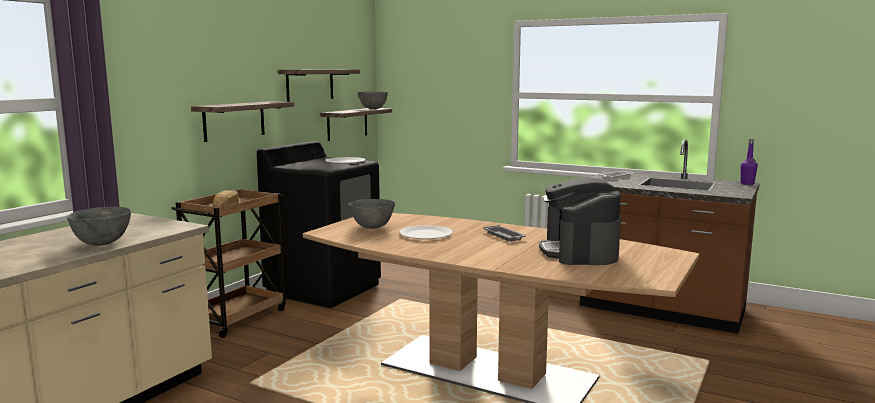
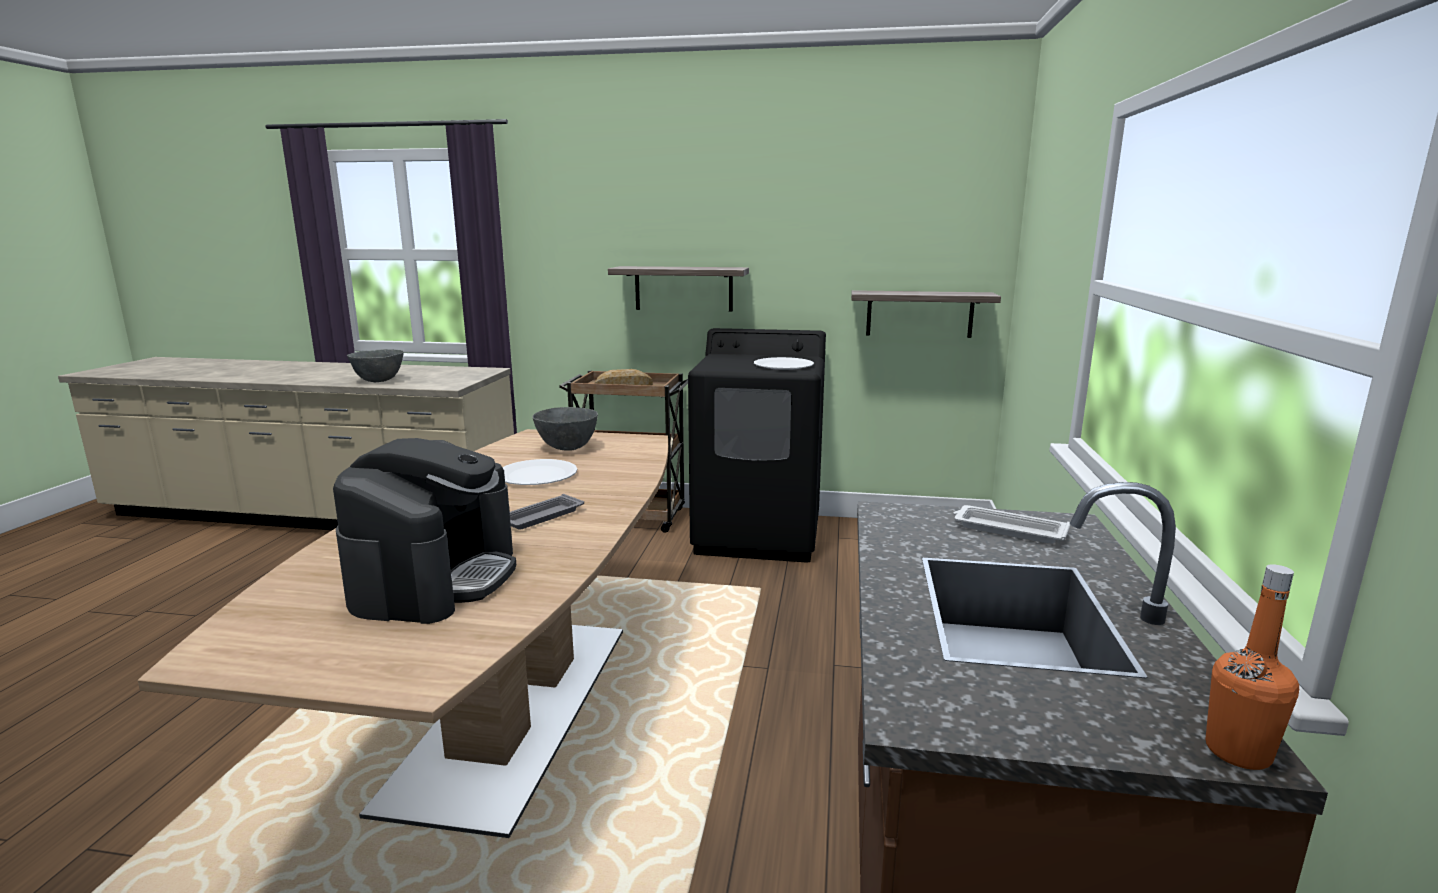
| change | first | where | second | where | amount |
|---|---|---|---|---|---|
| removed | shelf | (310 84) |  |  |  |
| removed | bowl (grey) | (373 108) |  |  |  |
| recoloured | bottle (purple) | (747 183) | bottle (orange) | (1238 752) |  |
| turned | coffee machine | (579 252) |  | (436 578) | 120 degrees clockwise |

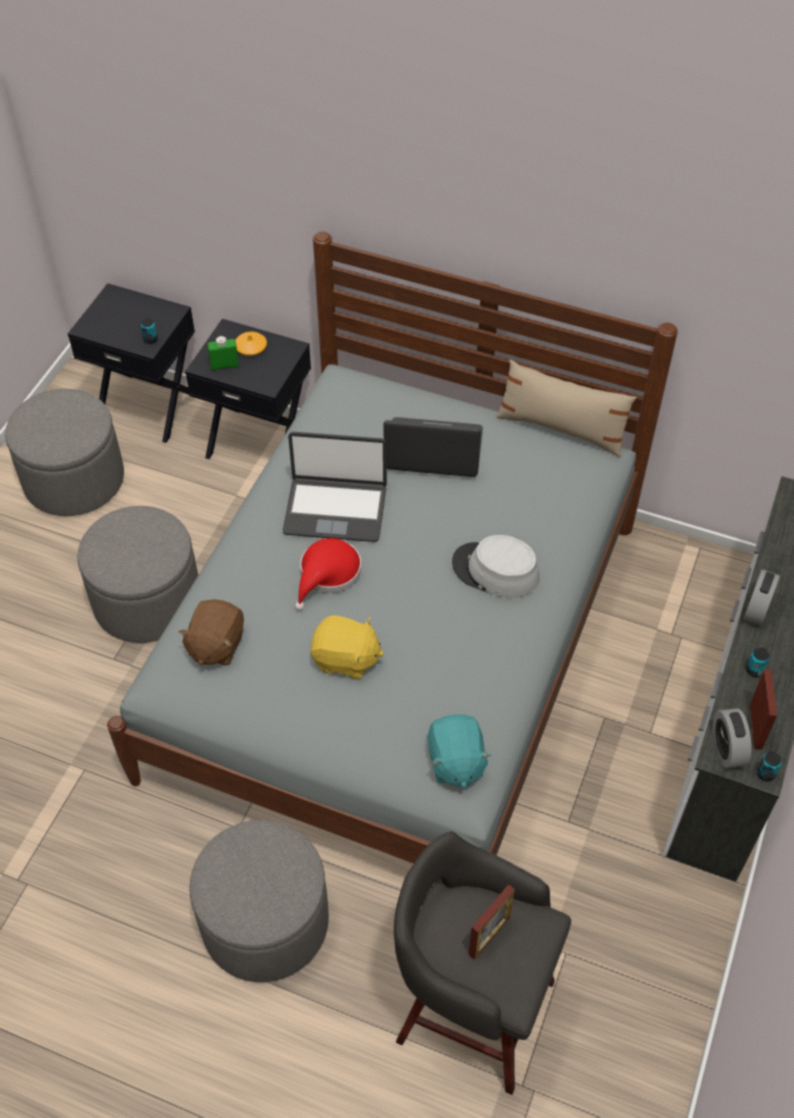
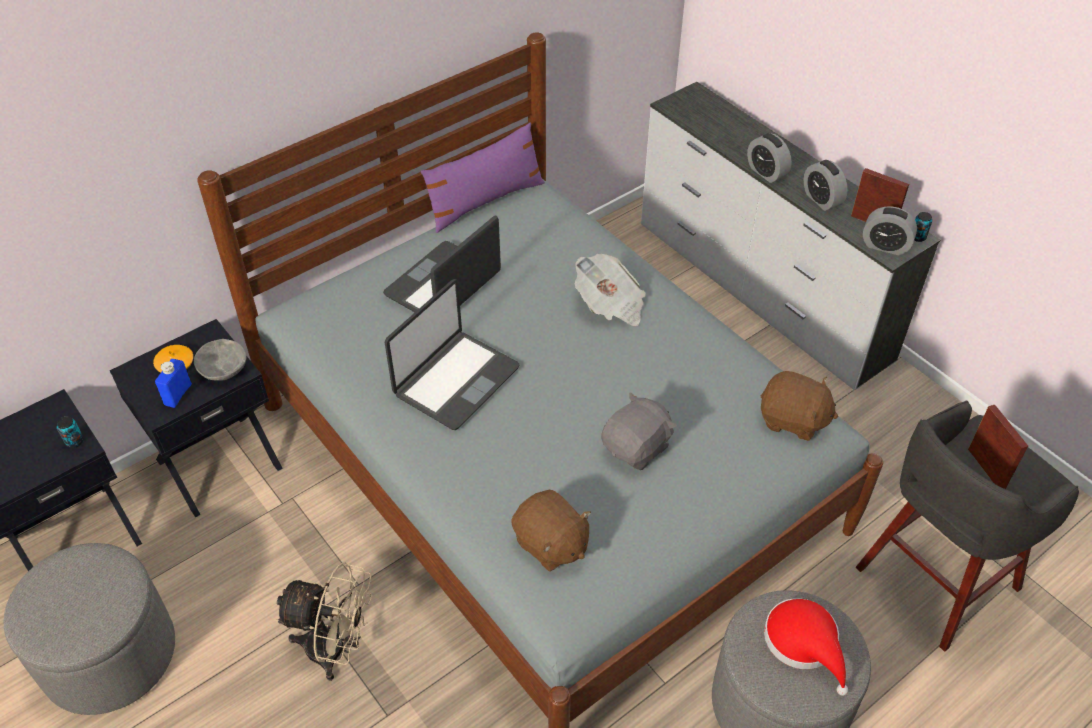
| change | first | where | second | where | amount |
|---|---|---|---|---|---|
| added |  |  | bowl (grey) | (223 369) |  |
| moved | hat (red) | (328 574) |  | (804 643) |  |
| replaced | ottoman (grey) | (147 600) | fan (beige) | (336 649) |  |
| replaced | hat (grey) | (495 571) | newspaper | (610 305) |  |
| replaced | can | (754 670) | alarm clock | (821 199) |  |
| recoloured | bottle (green) | (224 365) | bottle (blue) | (178 394) |  |
| recoloured | plush toy (yellow) | (346 659) | plush toy (grey) | (637 447) |  |
| recoloured | plush toy (turquoise) | (455 762) | plush toy (brown) | (793 420) |  |
| recoloured | pillow (beige) | (561 429) | pillow (purple) | (485 201) |  |

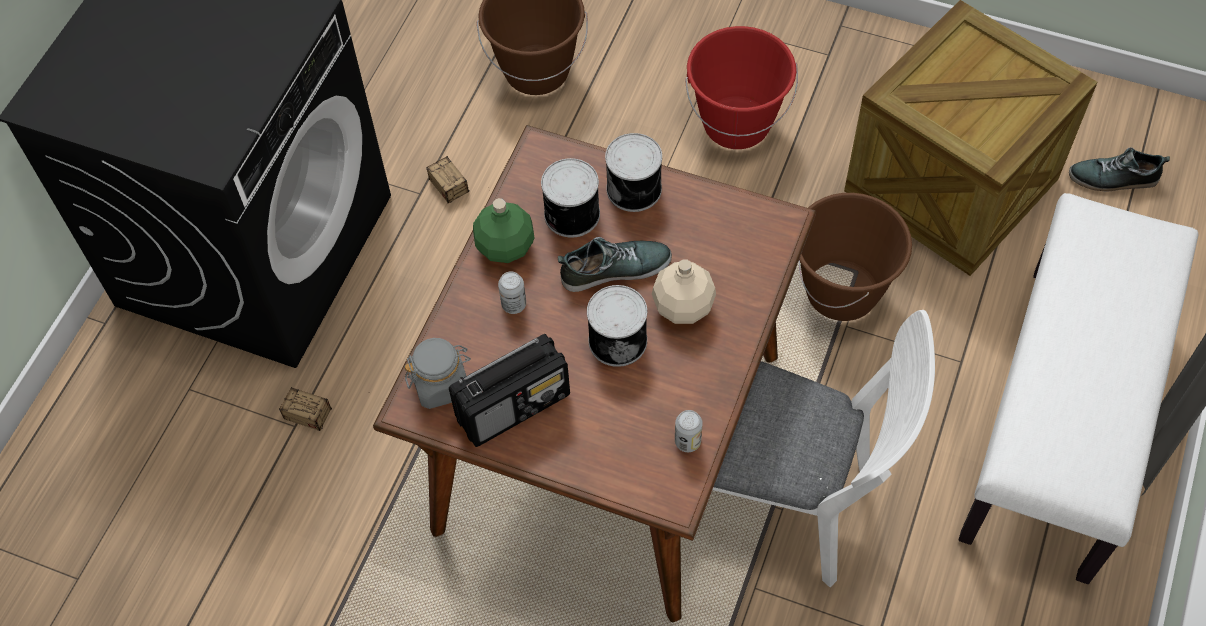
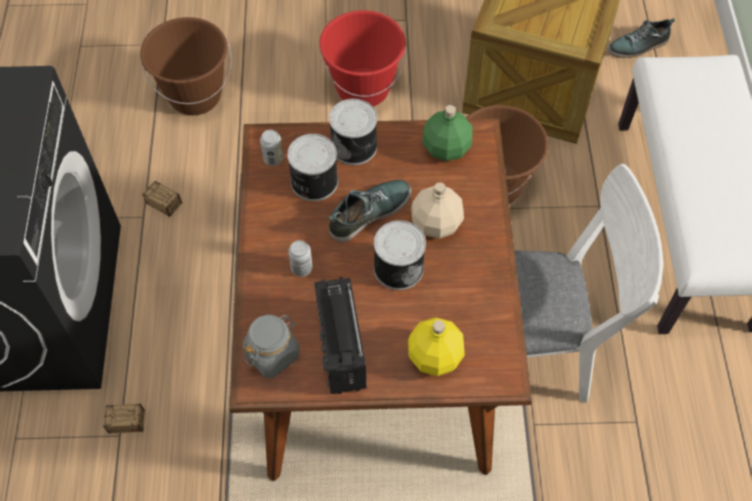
| change | first | where | second | where | amount |
|---|---|---|---|---|---|
| added |  |  | bottle (yellow) | (435 356) |  |
| moved | bottle (green) | (504 246) |  | (445 148) |  |
| moved | can | (687 441) |  | (273 159) |  |
| turned | radio | (514 406) |  | (341 350) | 135 degrees clockwise |

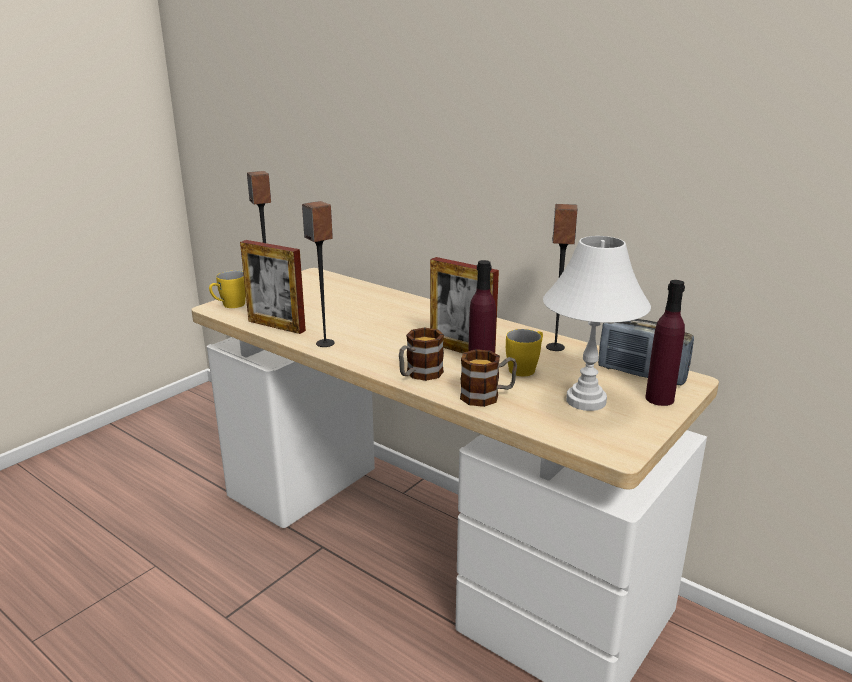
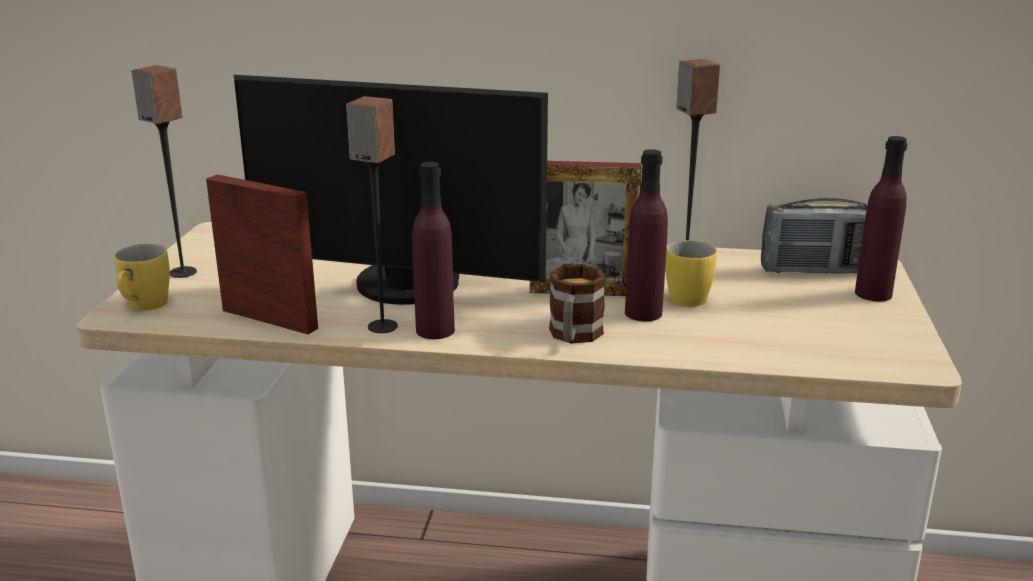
| change | first | where | second | where | amount |
|---|---|---|---|---|---|
| removed | mug | (487 396) |  |  |  |
| removed | table lamp (white) | (586 401) |  |  |  |
| added |  |  | monitor | (404 288) |  |
| added |  |  | bottle (purple) | (435 330) |  |
| turned | picture frame | (276 326) |  | (269 319) | 150 degrees counterclockwise |

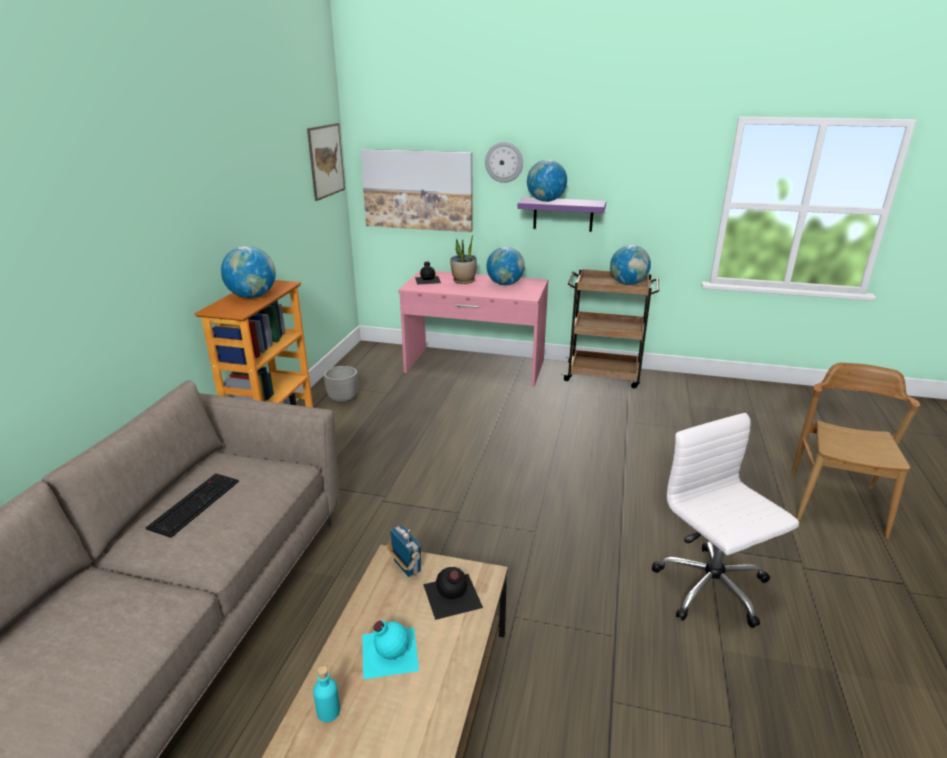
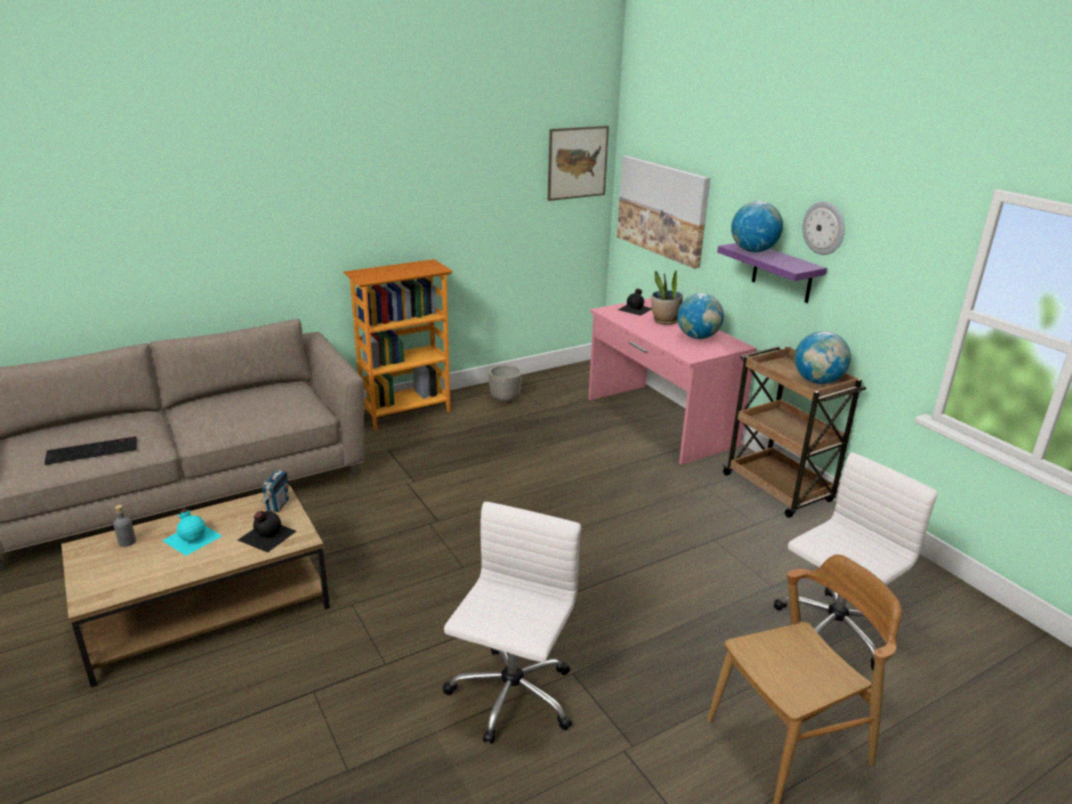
| change | first | where | second | where | amount |
|---|---|---|---|---|---|
| removed | globe | (252 296) |  |  |  |
| added |  |  | office chair (white) | (832 631) |  |
| moved | keyboard | (194 503) |  | (93 450) |  |
| moved | wall clock | (504 162) |  | (824 228) |  |
| recoloured | bottle (turquoise) | (328 712) | bottle (grey) | (127 542) |  |

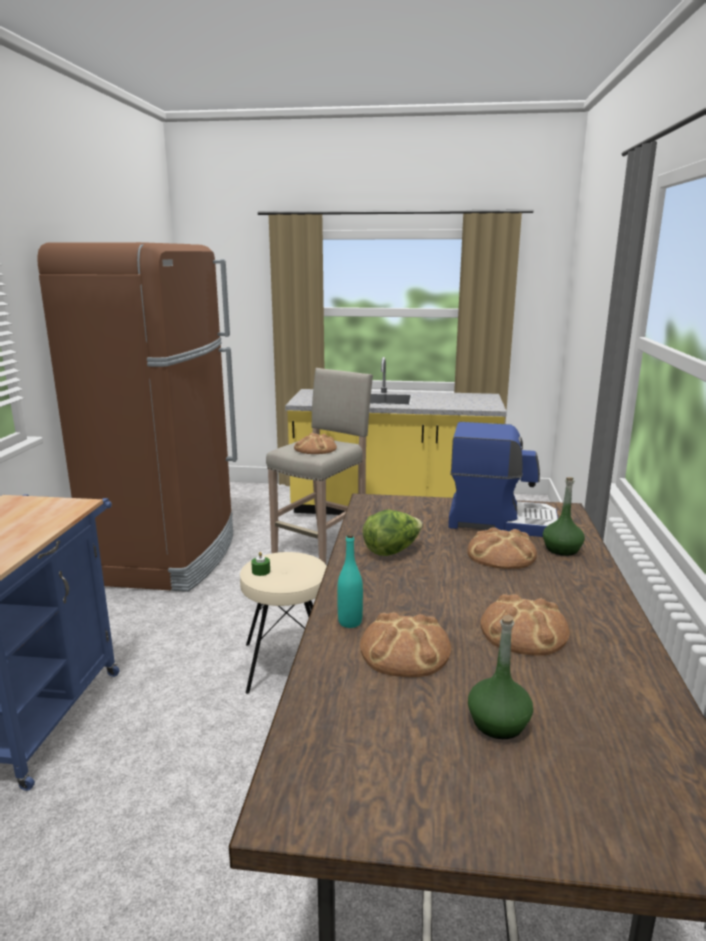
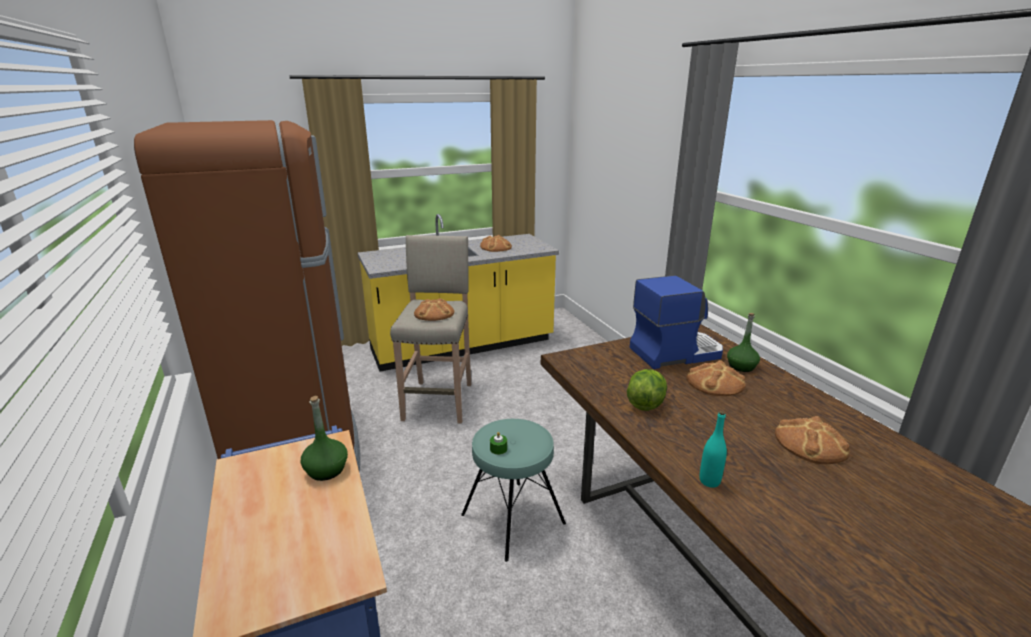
| change | first | where | second | where | amount |
|---|---|---|---|---|---|
| moved | bread | (405 650) |  | (496 247) |  |
| moved | bottle (green) | (498 723) |  | (326 470) |  |
| recoloured | stool (beige) | (288 663) | stool (turquoise) | (513 519) |  |

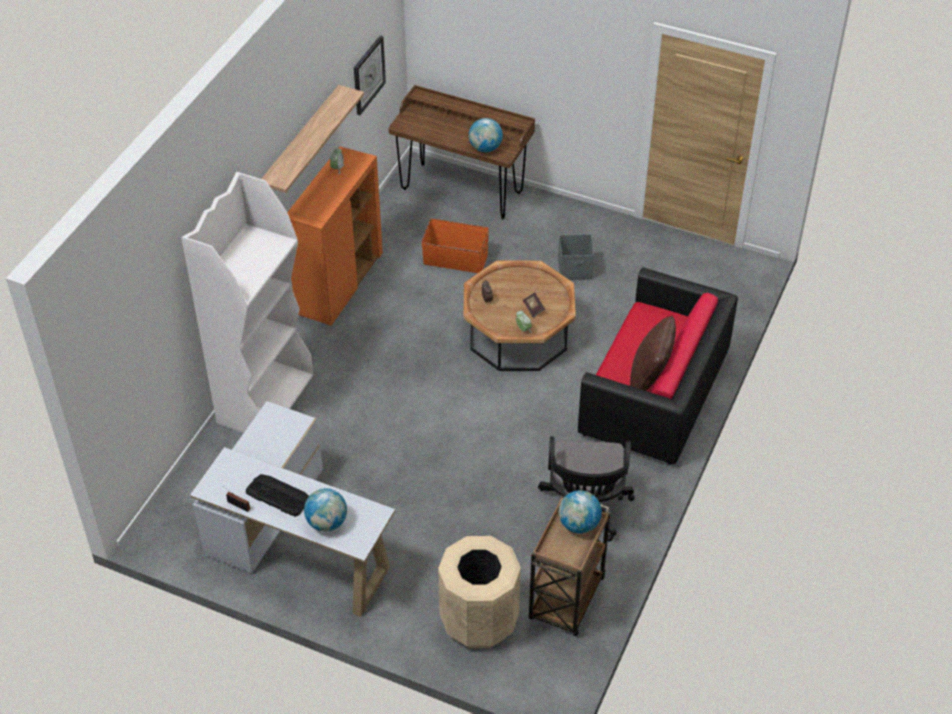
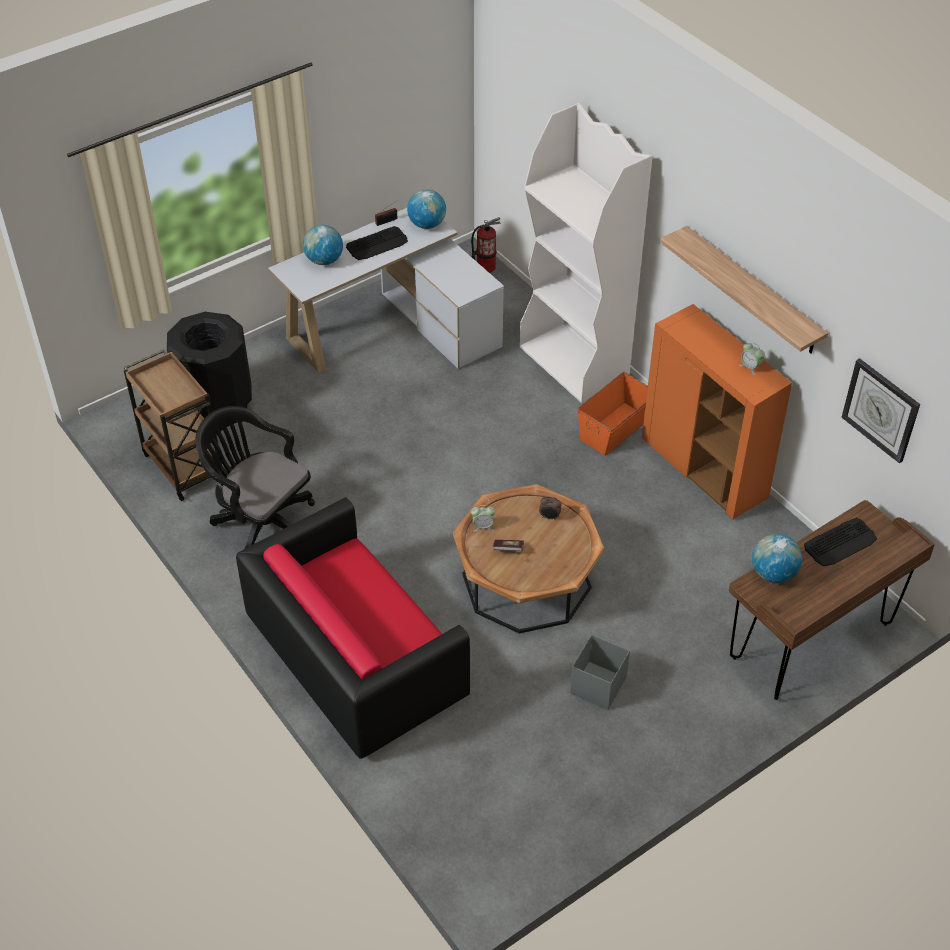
| change | first | where | second | where | amount |
|---|---|---|---|---|---|
| removed | pillow (brown) | (650 377) |  |  |  |
| added |  |  | fire extinguisher | (485 267) |  |
| added |  |  | keyboard | (840 543) |  |
| moved | storage box (orange) | (455 259) |  | (615 428) |  |
| moved | globe | (578 524) |  | (427 224) |  |
| recoloured | trash can (beige) | (479 621) | trash can (black) | (216 403) |  |

